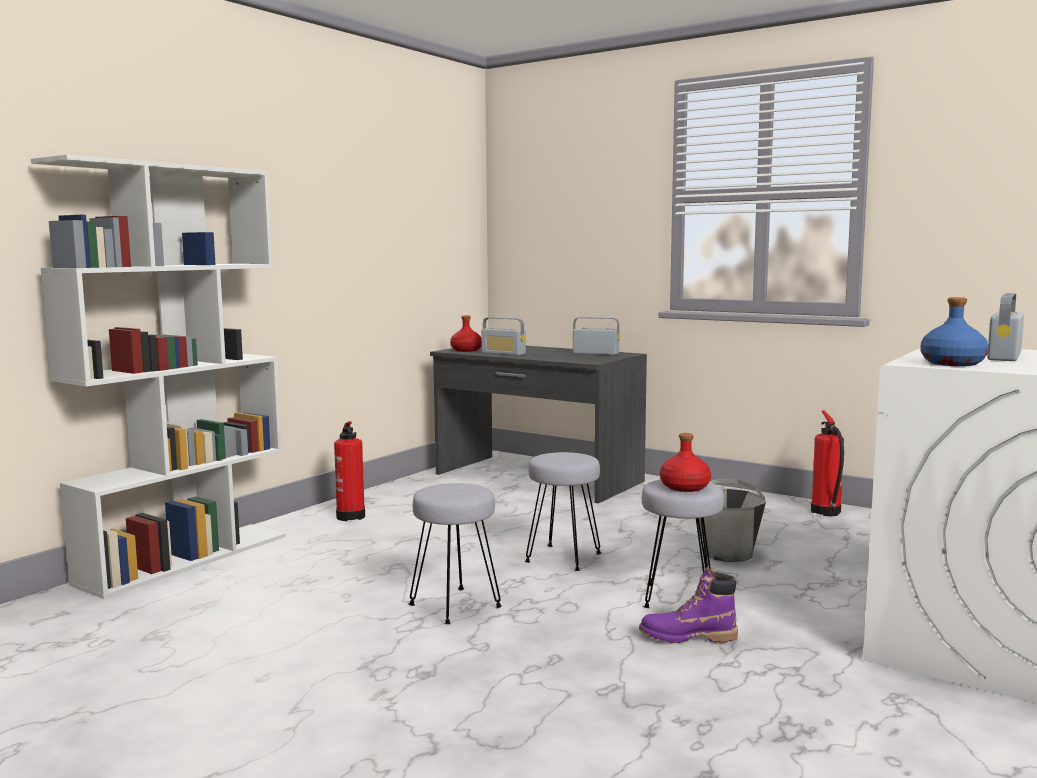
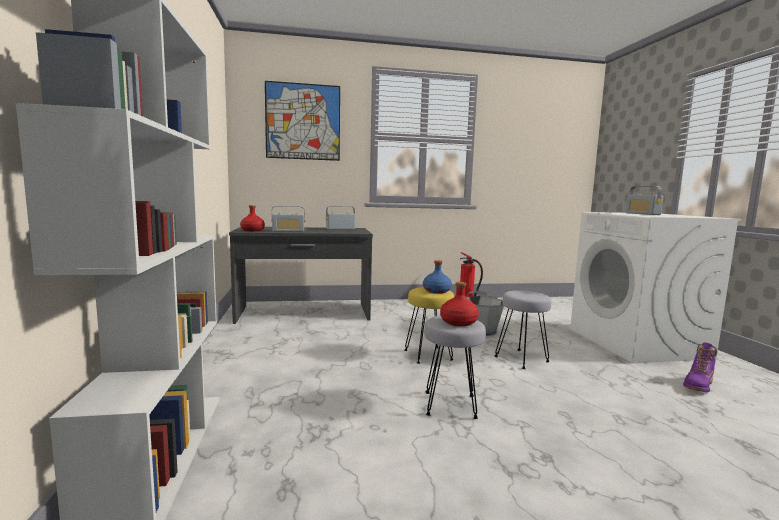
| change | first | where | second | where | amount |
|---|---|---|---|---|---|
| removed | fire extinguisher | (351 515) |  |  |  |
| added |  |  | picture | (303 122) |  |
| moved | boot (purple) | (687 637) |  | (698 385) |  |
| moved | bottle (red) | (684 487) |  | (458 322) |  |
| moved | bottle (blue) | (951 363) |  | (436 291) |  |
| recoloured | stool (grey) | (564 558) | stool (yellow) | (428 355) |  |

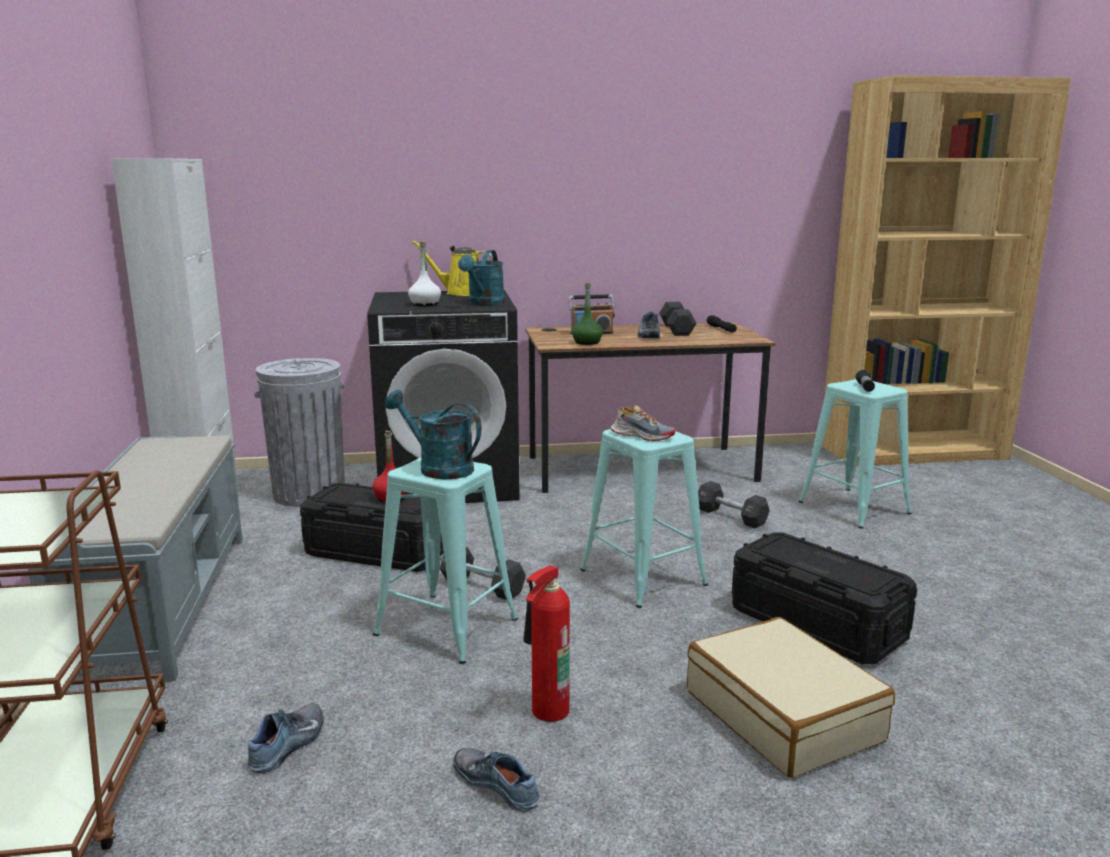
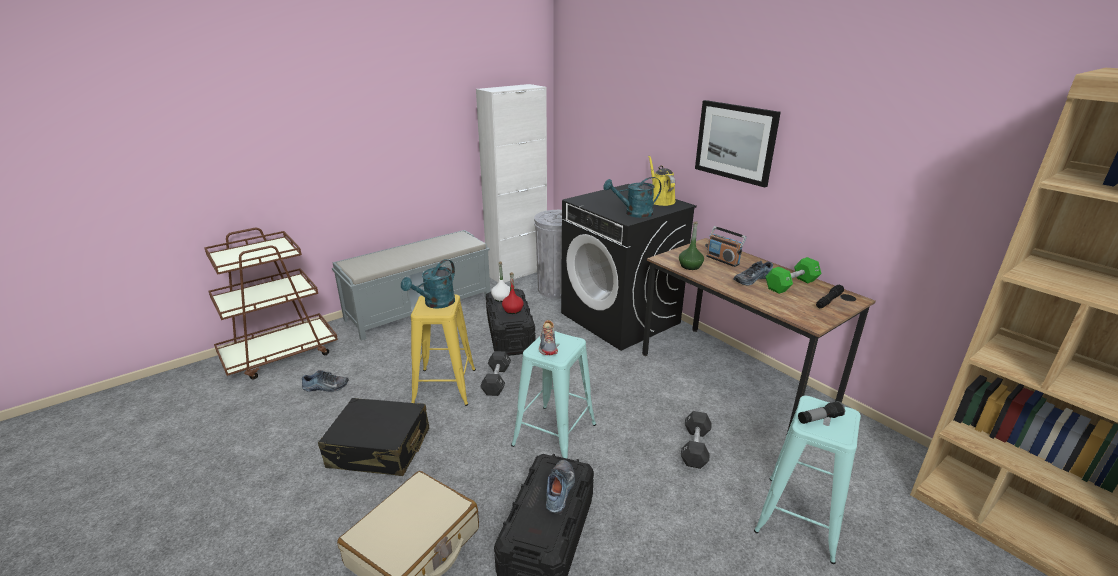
| change | first | where | second | where | amount |
|---|---|---|---|---|---|
| added |  |  | picture | (735 142) |  |
| moved | bottle (white) | (425 304) |  | (501 298) |  |
| moved | shoe | (498 784) |  | (561 489) |  |
| replaced | fire extinguisher | (545 711) | suitcase (black) | (379 448) |  |
| recoloured | stool (turquoise) | (446 627) | stool (yellow) | (444 386) |  |
| recoloured | dumbbell (black) | (676 330) | dumbbell (green) | (791 285) |  |
| turned | watering can (turquoise) | (438 468) |  | (435 304) | 150 degrees counterclockwise |

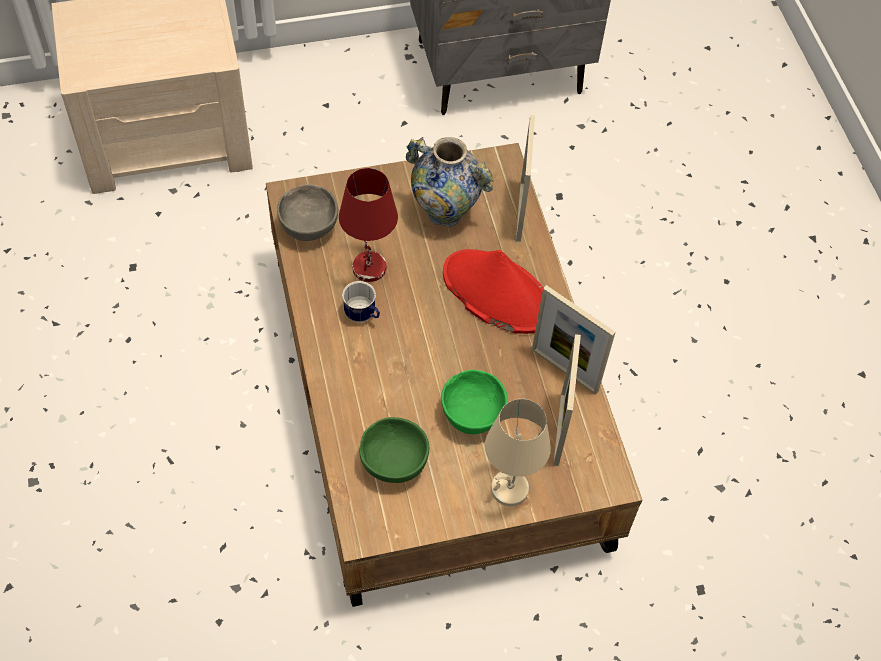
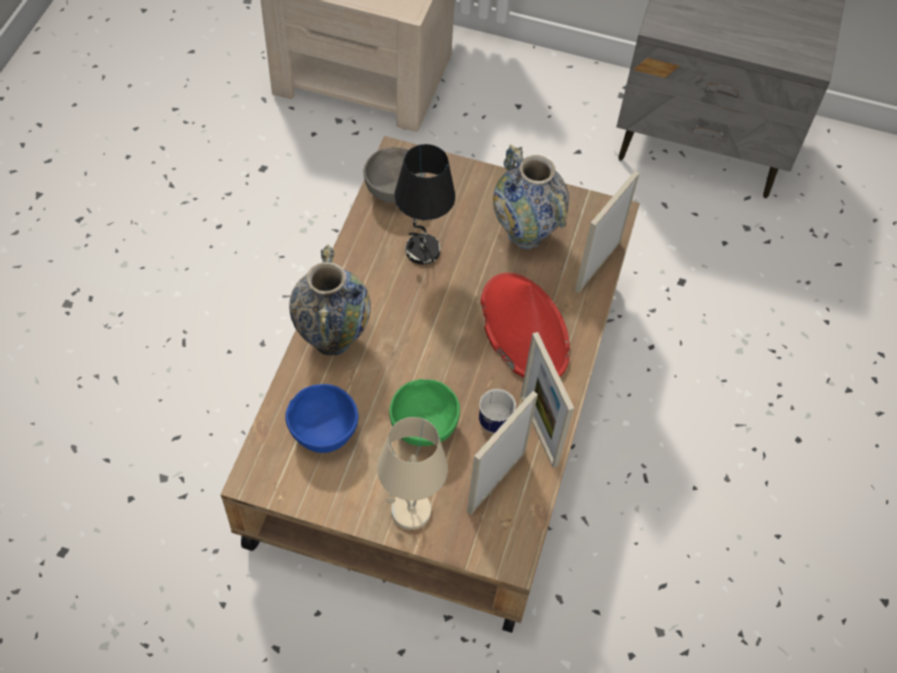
| change | first | where | second | where | amount |
|---|---|---|---|---|---|
| added |  |  | vase | (332 339) |  |
| moved | mug | (363 316) |  | (496 427) |  |
| recoloured | table lamp (red) | (369 268) | table lamp (black) | (422 251) |  |
| recoloured | bowl (green) | (393 462) | bowl (blue) | (323 431) |  |

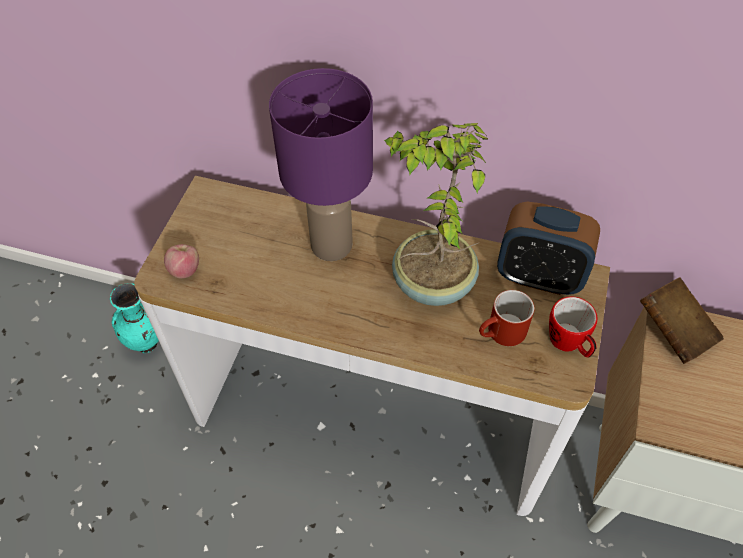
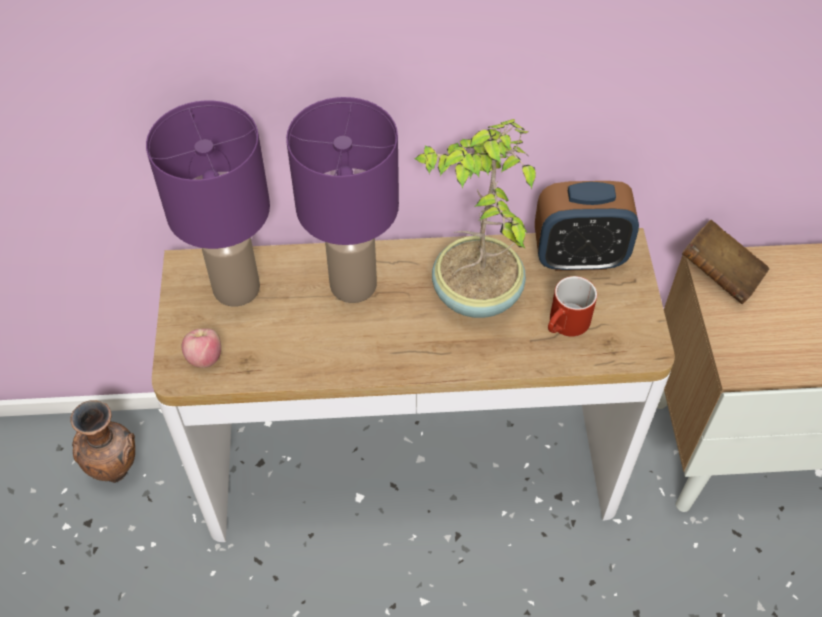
| change | first | where | second | where | amount |
|---|---|---|---|---|---|
| removed | mug | (569 344) |  |  |  |
| added |  |  | table lamp (purple) | (235 289) |  |
| recoloured | vase (turquoise) | (148 344) | vase (brown) | (117 470) |  |

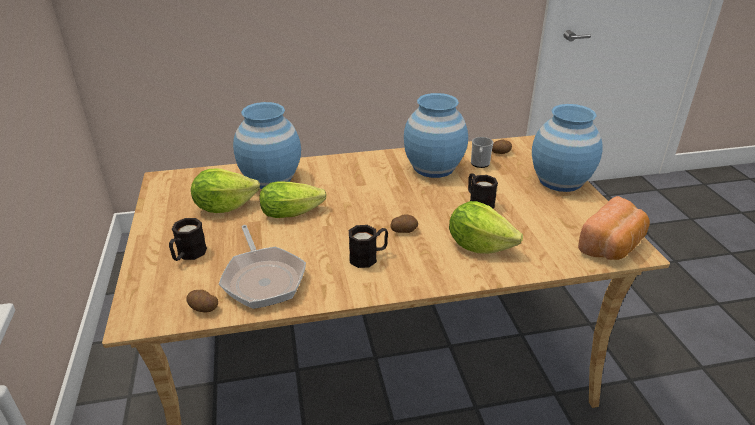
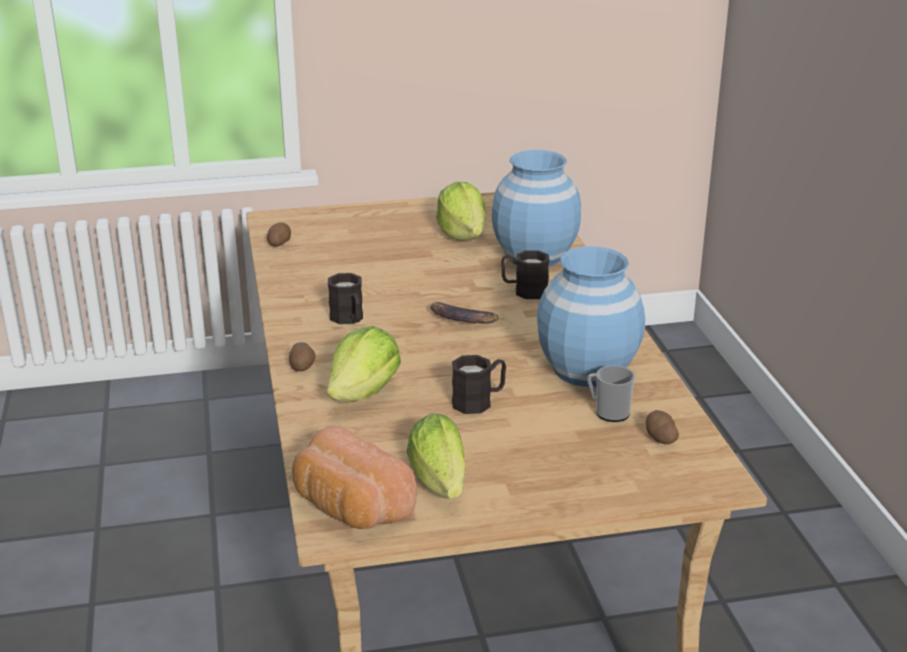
| change | first | where | second | where | amount |
|---|---|---|---|---|---|
| removed | frying pan | (263 278) |  |  |  |
| removed | vase (blue) | (560 181) |  |  |  |
| added |  |  | banana | (460 319) |  |
| moved | mug (black) | (188 255) |  | (524 290) |  |
| moved | lettuce | (294 212) |  | (440 483) |  |
| moved | potato | (403 230) |  | (302 366) |  |

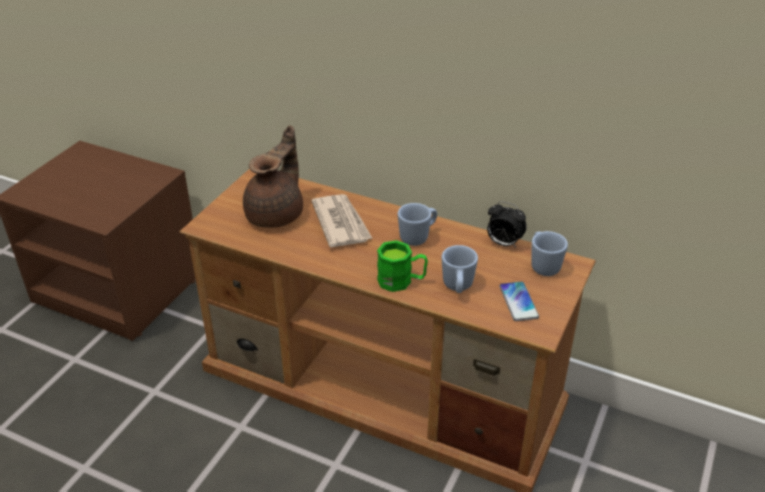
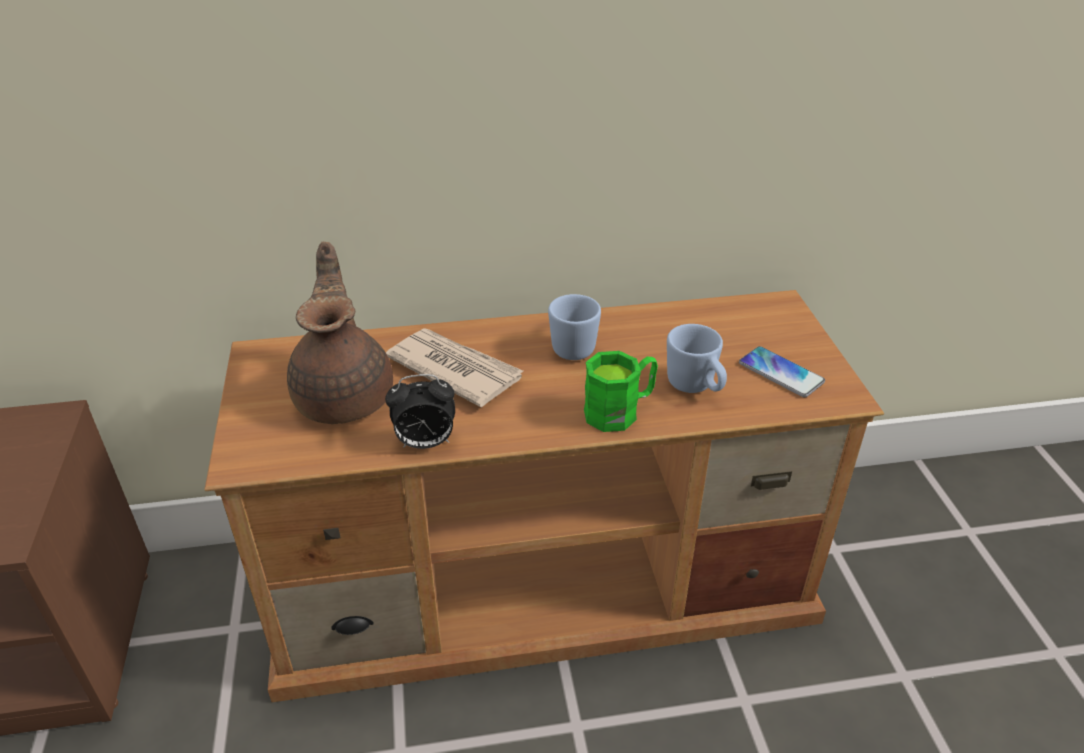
| change | first | where | second | where | amount |
|---|---|---|---|---|---|
| removed | mug (blue) | (543 265) |  |  |  |
| moved | alarm clock | (503 243) |  | (425 443) |  |

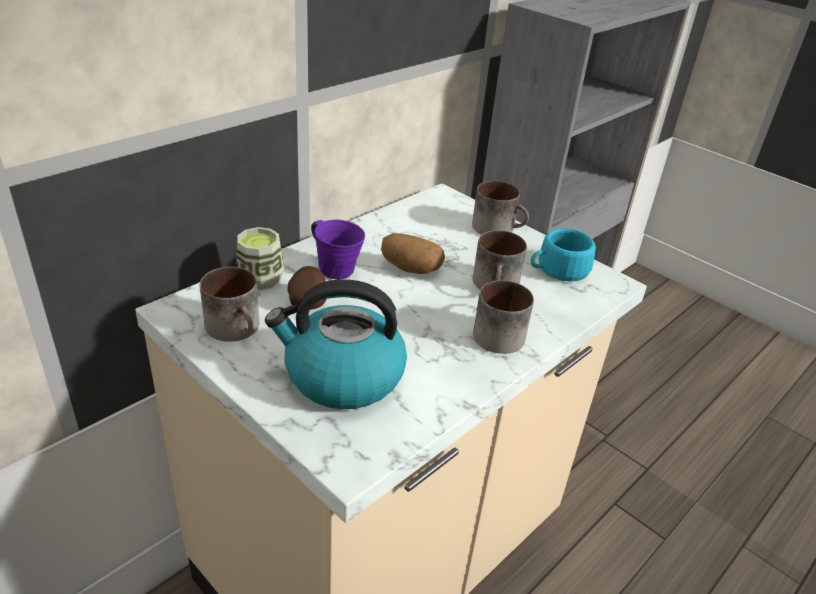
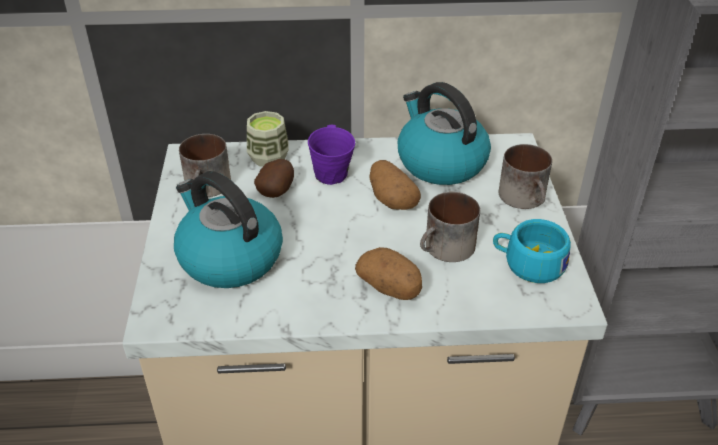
| change | first | where | second | where | amount |
|---|---|---|---|---|---|
| added |  |  | kettle | (440 162) |  |
| replaced | mug | (498 332) | potato | (390 288) |  |

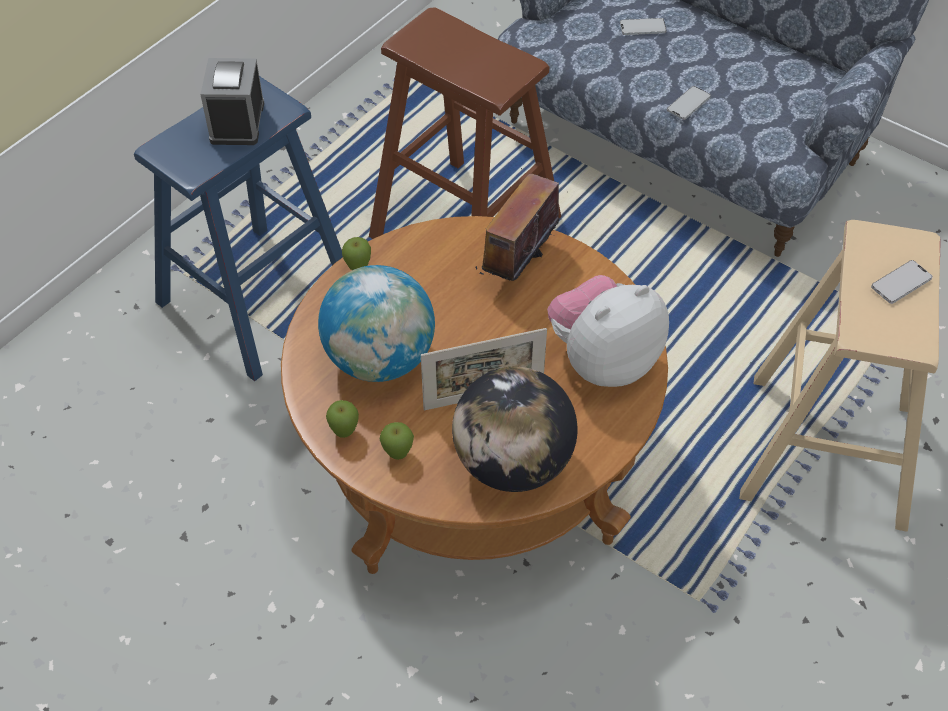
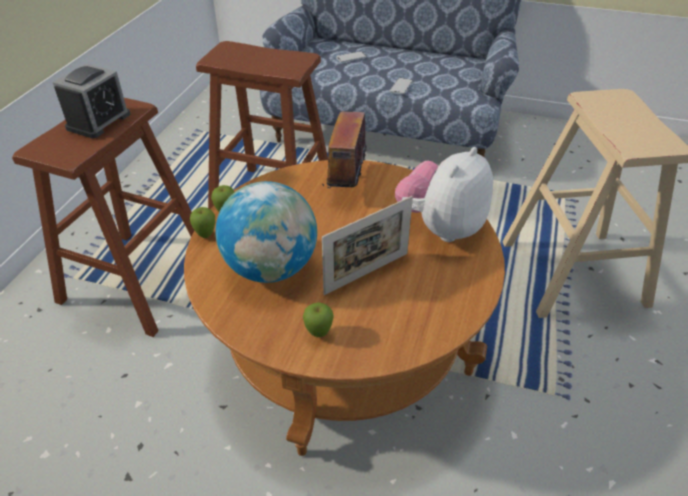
| change | first | where | second | where | amount |
|---|---|---|---|---|---|
| removed | globe | (513 463) |  |  |  |
| removed | phone | (901 283) |  |  |  |
| moved | apple | (344 432) |  | (206 235) |  |
| recoloured | stool (blue) | (257 300) | stool (brown) | (138 281) |  |
| turned | alarm clock | (237 122) |  | (98 121) | 135 degrees counterclockwise |

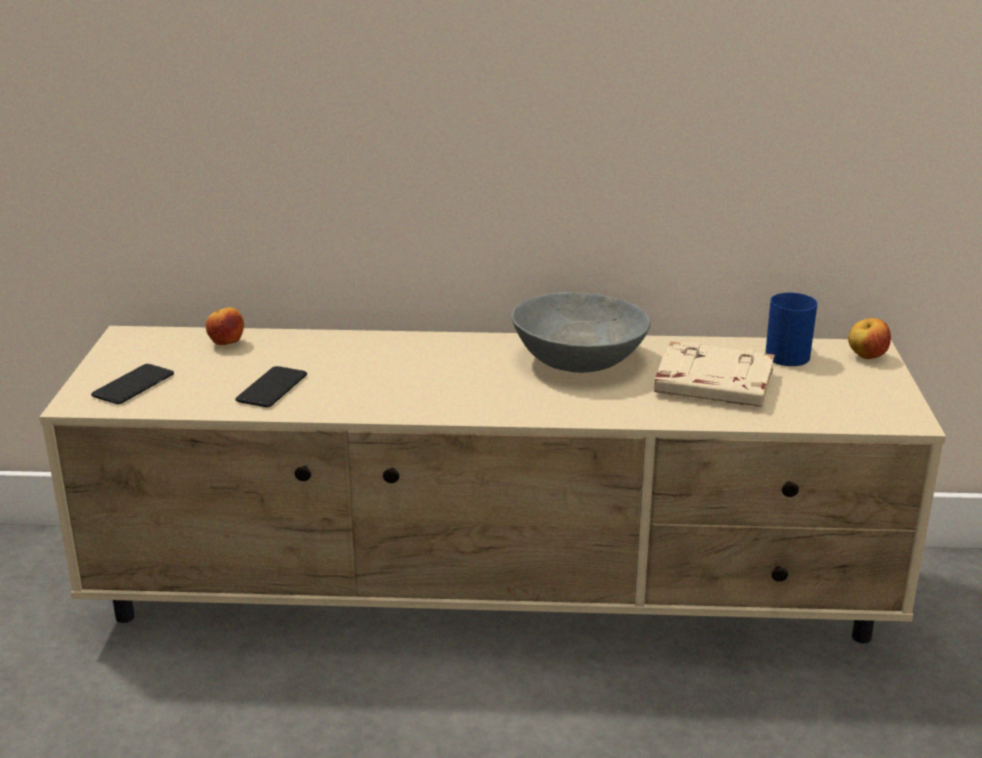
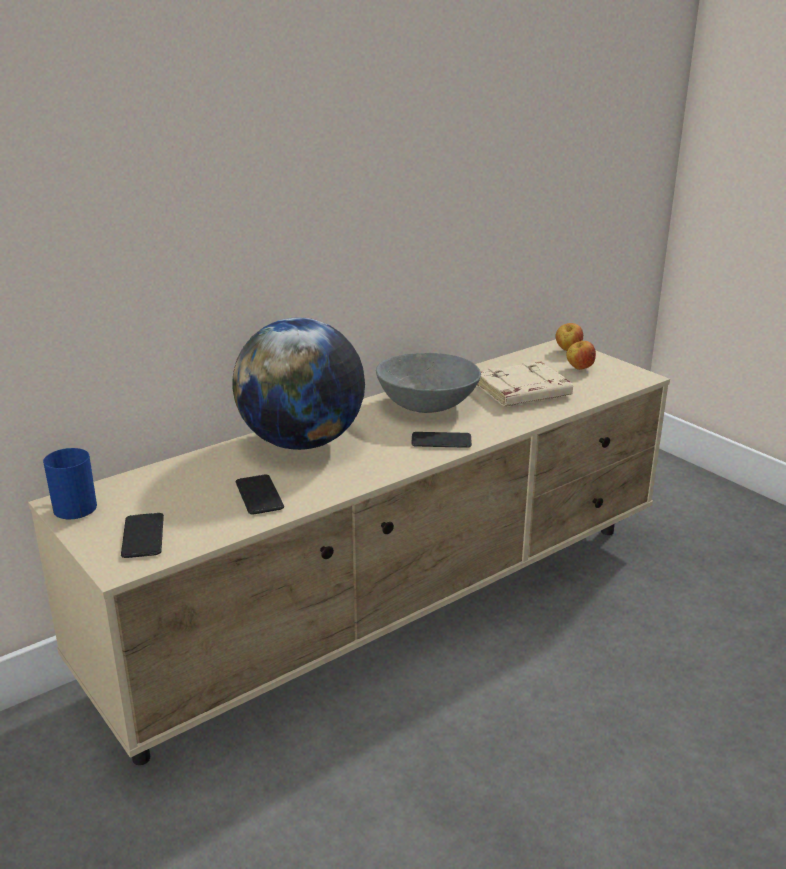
| change | first | where | second | where | amount |
|---|---|---|---|---|---|
| added |  |  | globe | (302 442) |  |
| added |  |  | phone | (441 441) |  |
| moved | apple | (226 344) |  | (579 368) |  |
| moved | mug (blue) | (786 353) |  | (72 505) |  |

